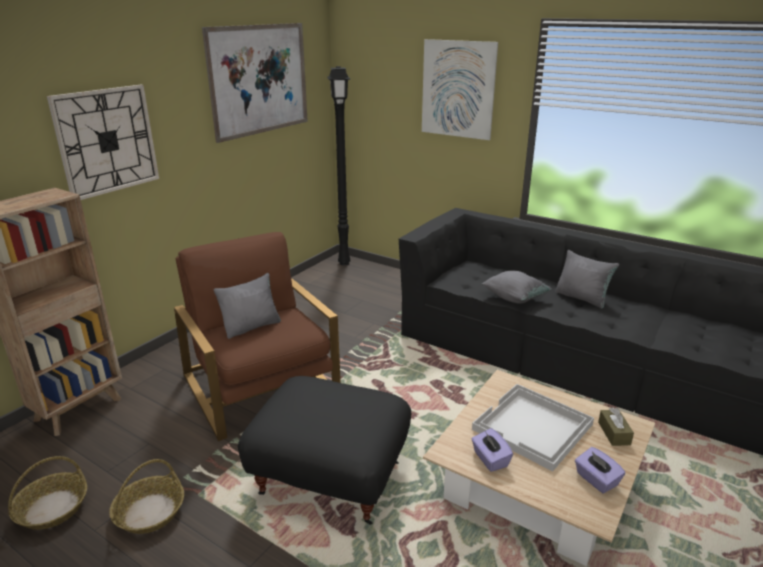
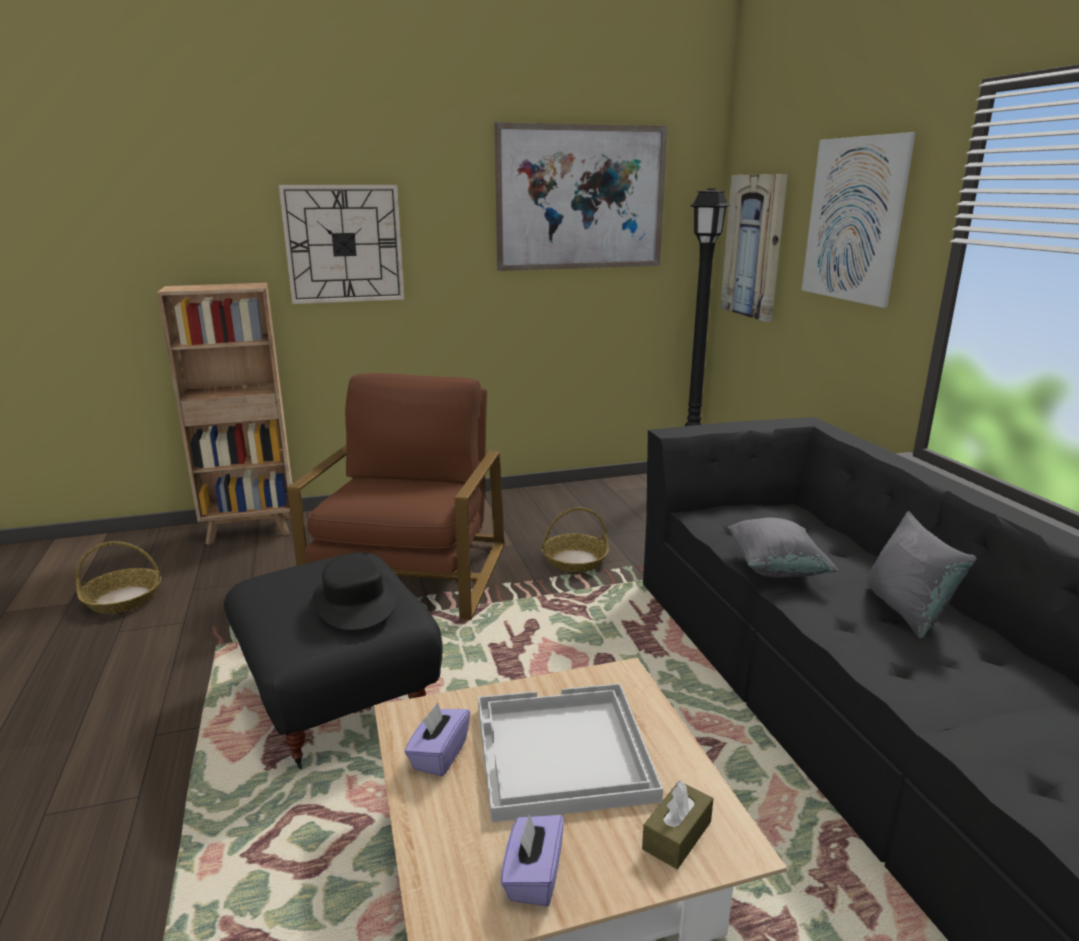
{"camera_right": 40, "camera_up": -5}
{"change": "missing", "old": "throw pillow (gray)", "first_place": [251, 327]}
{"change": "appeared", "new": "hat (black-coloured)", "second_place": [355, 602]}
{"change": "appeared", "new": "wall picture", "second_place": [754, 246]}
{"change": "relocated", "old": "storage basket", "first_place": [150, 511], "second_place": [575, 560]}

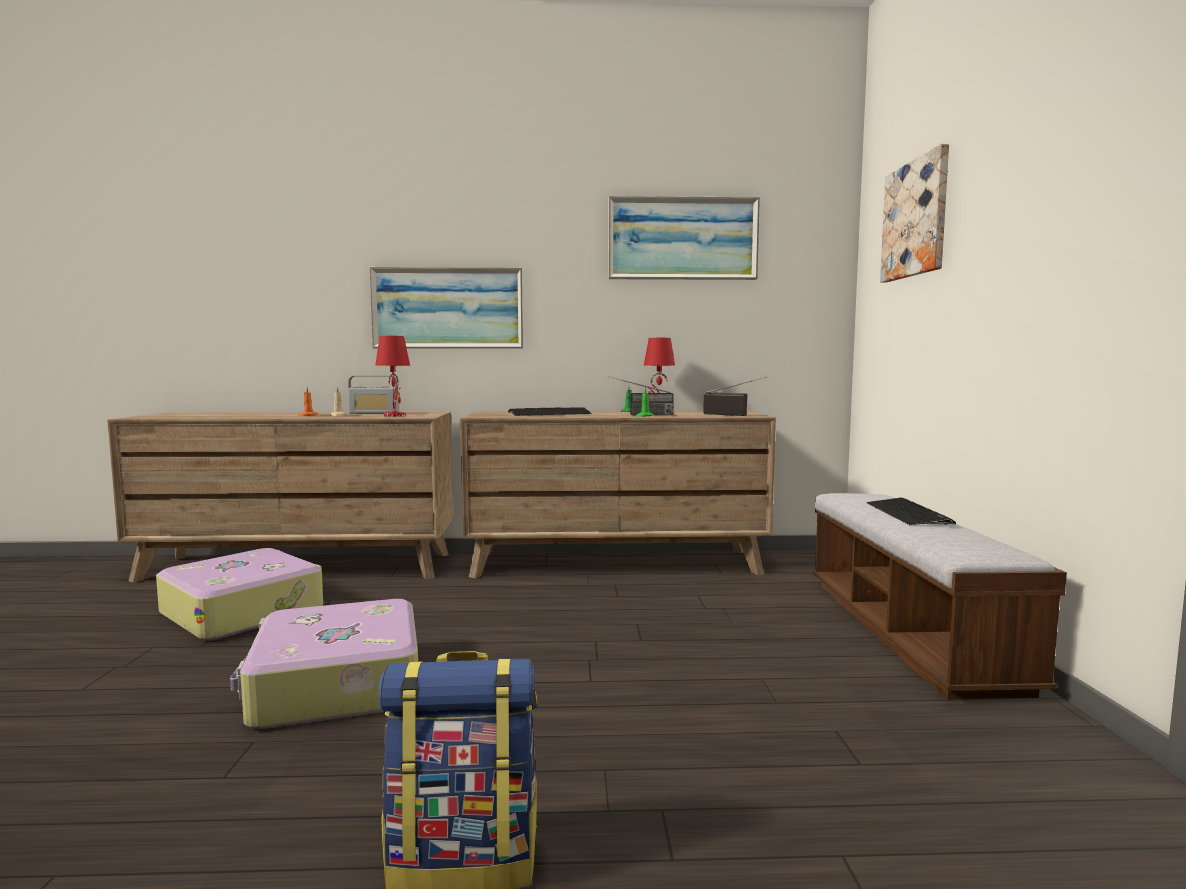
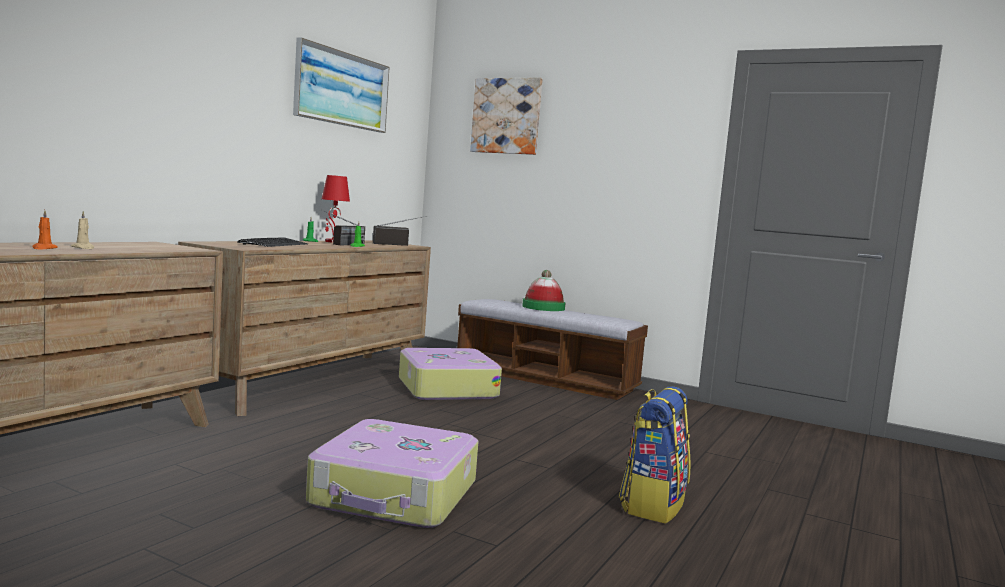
{"camera_right": -60, "camera_up": 0}
{"change": "missing", "old": "radio receiver", "first_place": [374, 413]}
{"change": "missing", "old": "wall picture", "first_place": [448, 308]}
{"change": "missing", "old": "table lamp (red)", "first_place": [394, 415]}
{"change": "relocated", "old": "suitcase", "first_place": [244, 611], "second_place": [446, 388]}
{"change": "exchanged", "old": "PC keyboard", "new": "hat", "first_place": [908, 514], "second_place": [543, 307]}

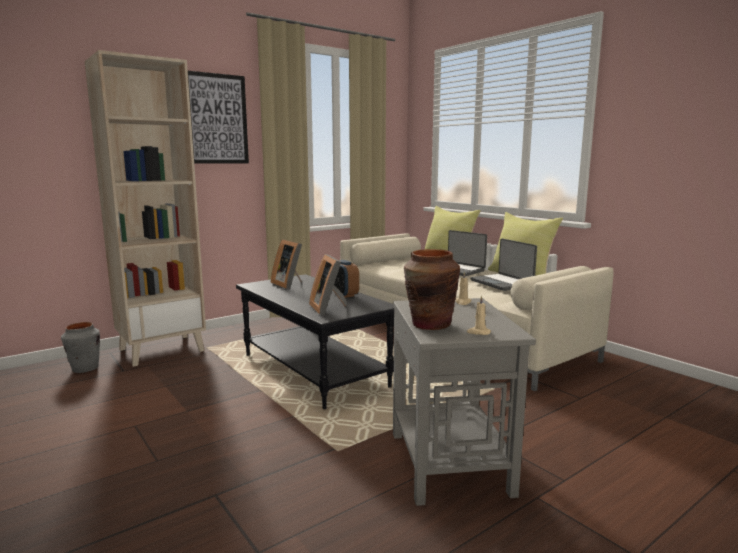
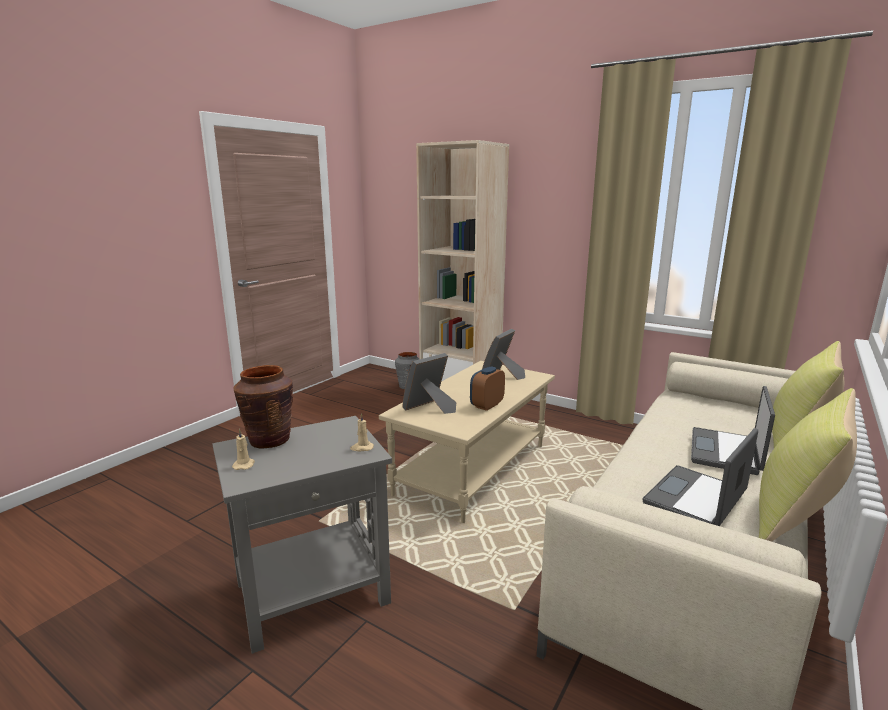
{"camera_right": 70, "camera_up": 5}
{"change": "missing", "old": "wall picture", "first_place": [217, 119]}
{"change": "colour", "old": "lounge table (black-coloured)", "new": "lounge table (sand-coloured)", "first_place": [315, 370], "second_place": [473, 470]}

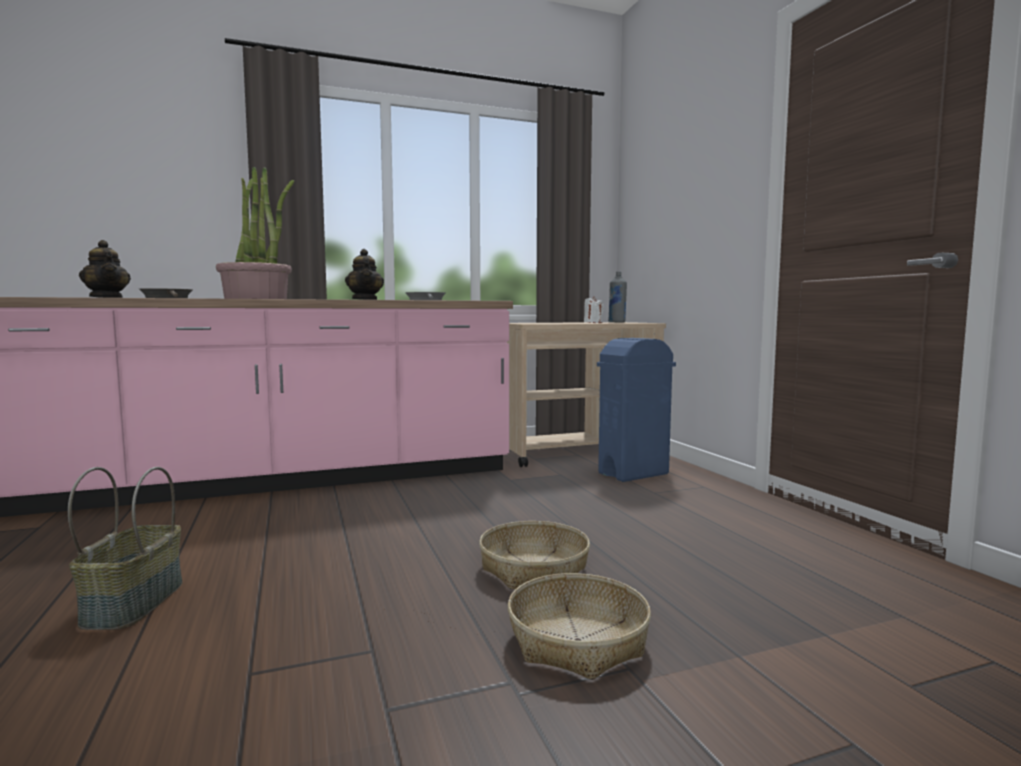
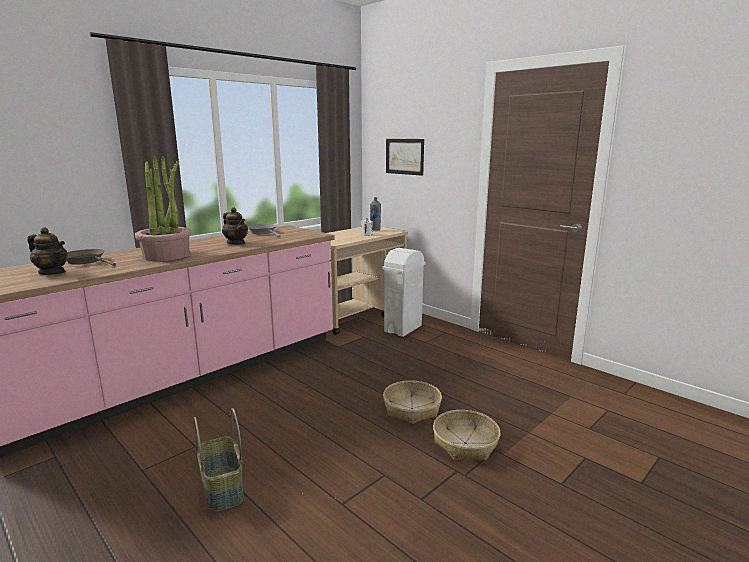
{"camera_right": -25, "camera_up": 10}
{"change": "appeared", "new": "wall picture", "second_place": [404, 156]}
{"change": "colour", "old": "waste bin (blue-coloured)", "new": "waste bin (white)", "first_place": [634, 474], "second_place": [403, 328]}

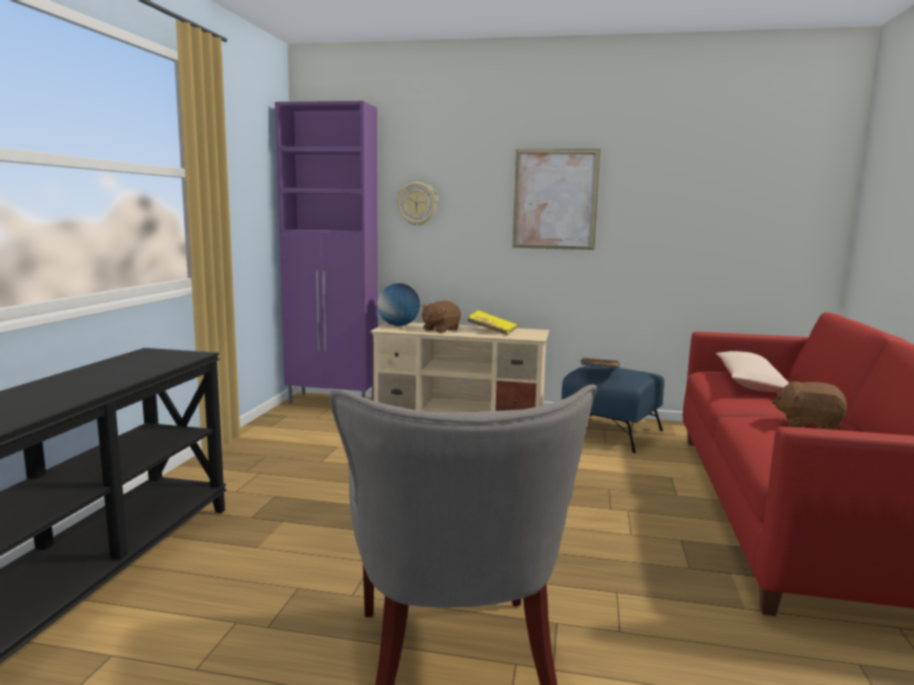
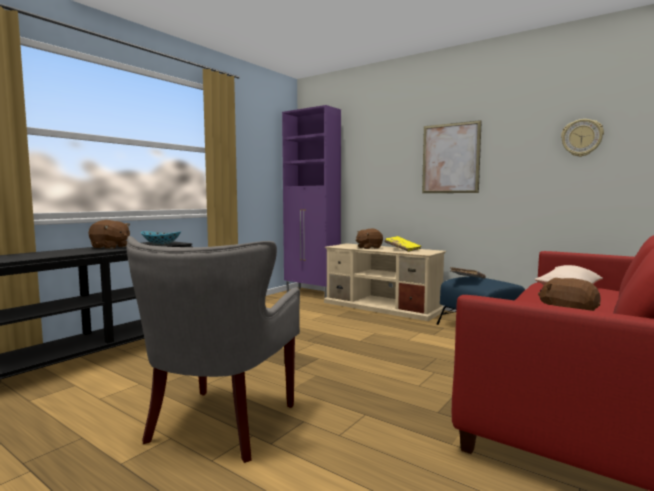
{"camera_right": 25, "camera_up": -5}
{"change": "missing", "old": "desk globe", "first_place": [398, 325]}
{"change": "appeared", "new": "plush toy (brownish)", "second_place": [110, 247]}
{"change": "appeared", "new": "deep dish", "second_place": [161, 244]}
{"change": "relocated", "old": "hanging clock", "first_place": [417, 204], "second_place": [581, 138]}

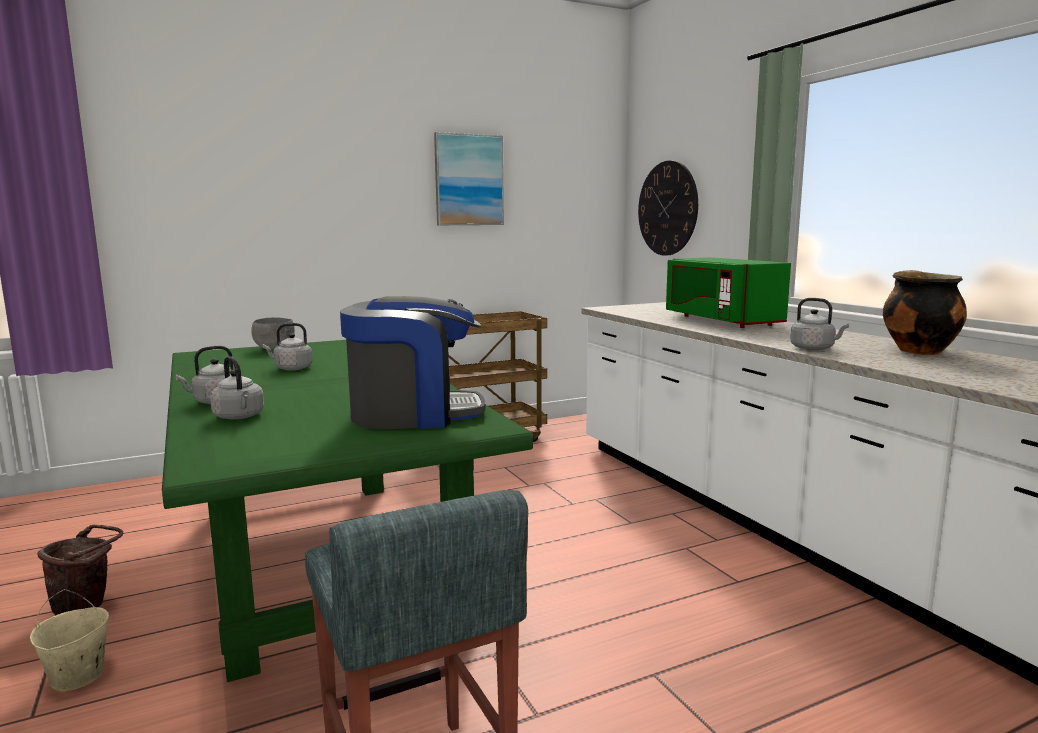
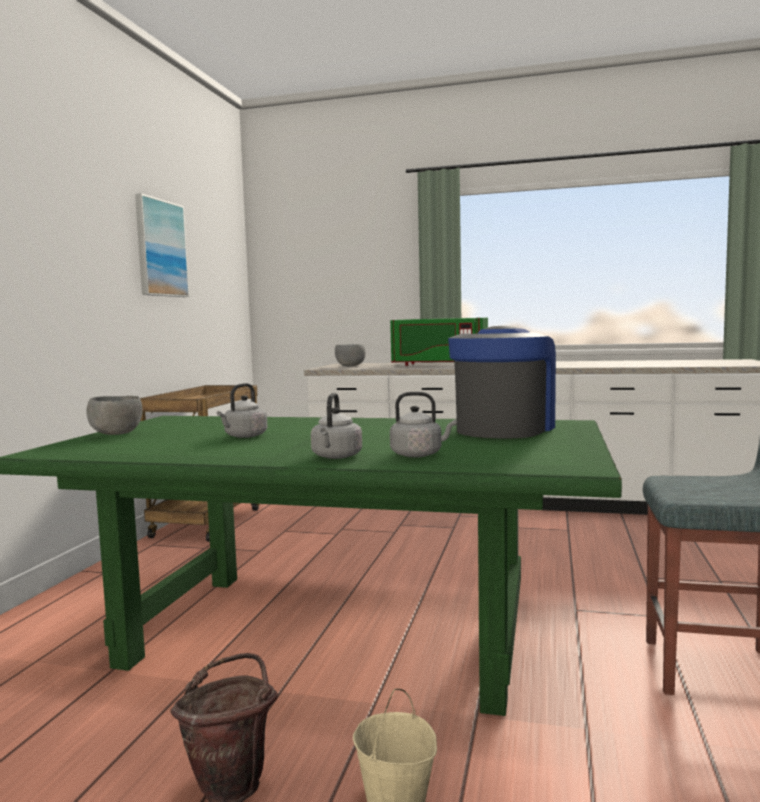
{"camera_right": -50, "camera_up": -5}
{"change": "missing", "old": "hanging clock", "first_place": [667, 208]}
{"change": "missing", "old": "kettle (gray)", "first_place": [814, 349]}
{"change": "missing", "old": "saucepot", "first_place": [917, 351]}
{"change": "appeared", "new": "deep dish (gray)", "second_place": [349, 366]}

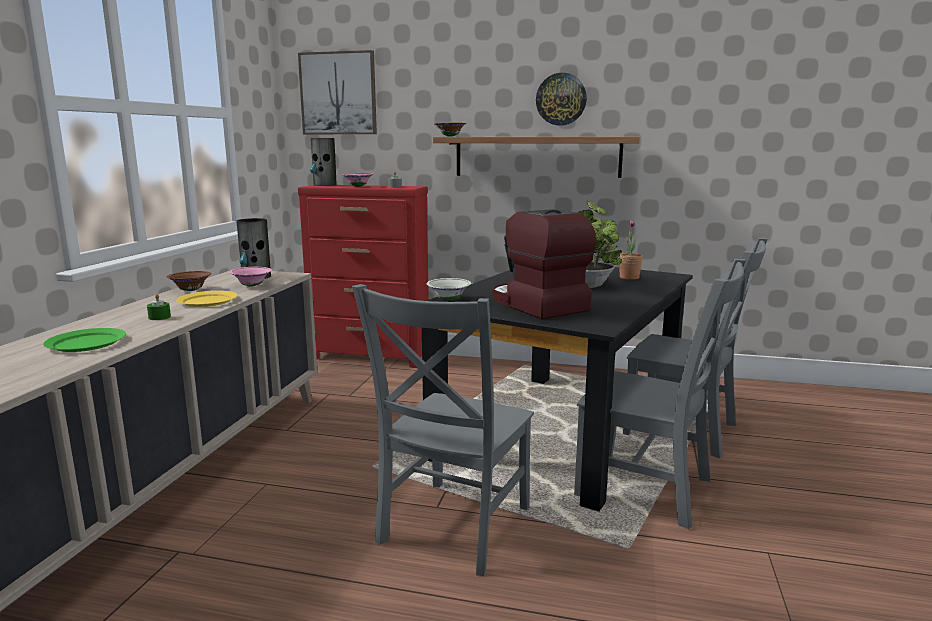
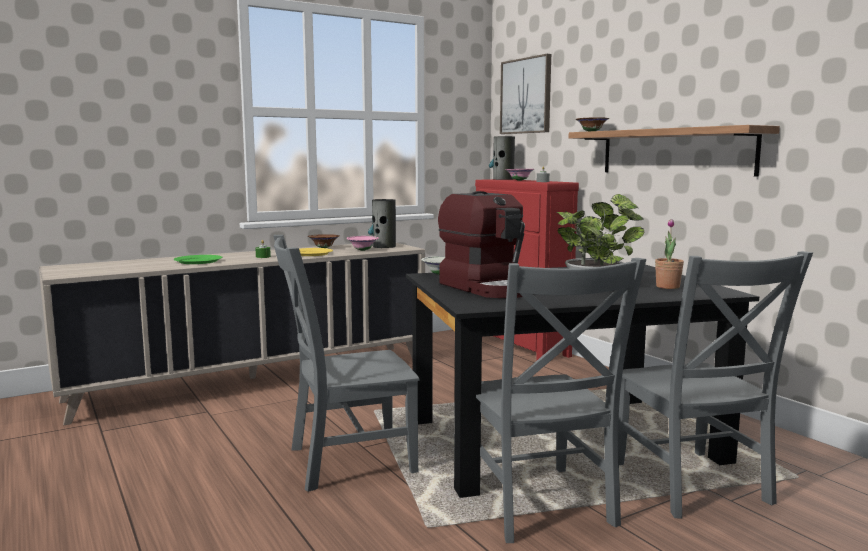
{"camera_right": 45, "camera_up": -5}
{"change": "missing", "old": "hanging clock", "first_place": [561, 99]}
{"change": "spun", "old": "coffee maker", "first_place": [536, 305], "second_place": [488, 288], "degrees": 135}

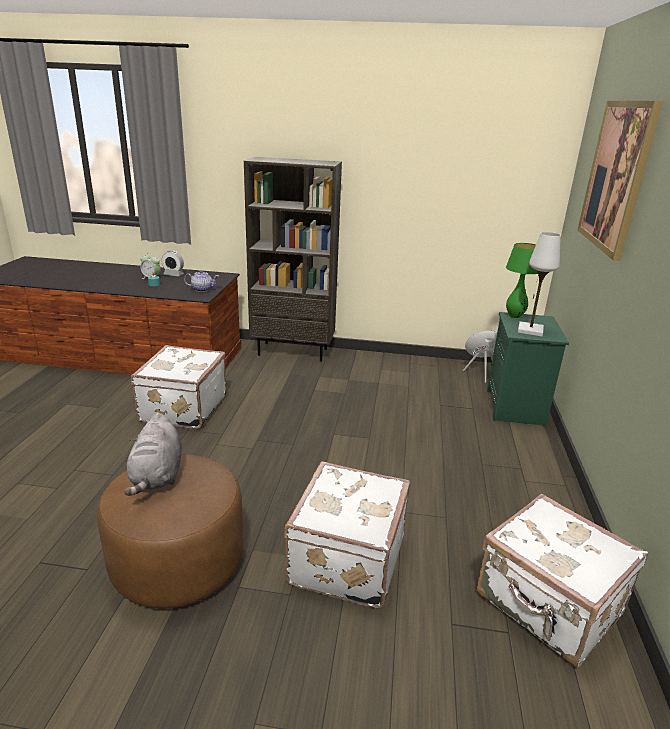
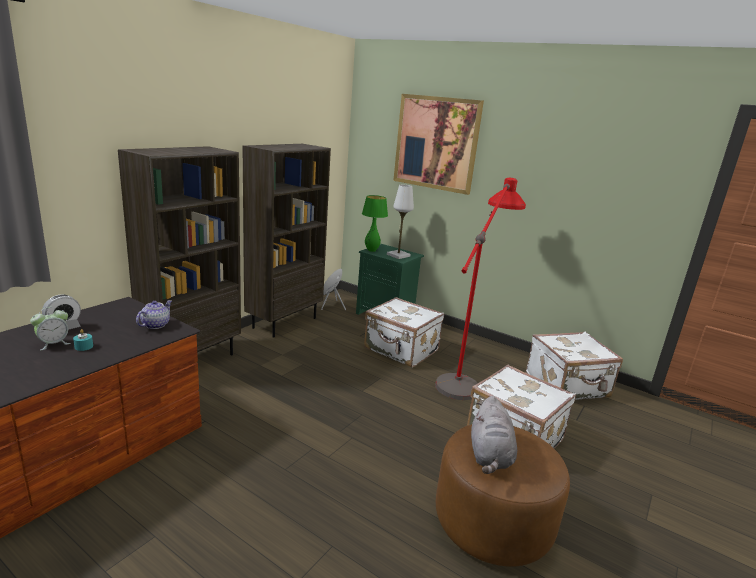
{"camera_right": -65, "camera_up": -5}
{"change": "appeared", "new": "bookshelf (brownish)", "second_place": [284, 322]}
{"change": "appeared", "new": "standing lamp (red)", "second_place": [467, 374]}
{"change": "relocated", "old": "suitcase (white)", "first_place": [182, 408], "second_place": [401, 350]}
{"change": "spun", "old": "plush toy (gray)", "first_place": [157, 476], "second_place": [490, 456], "degrees": 75}

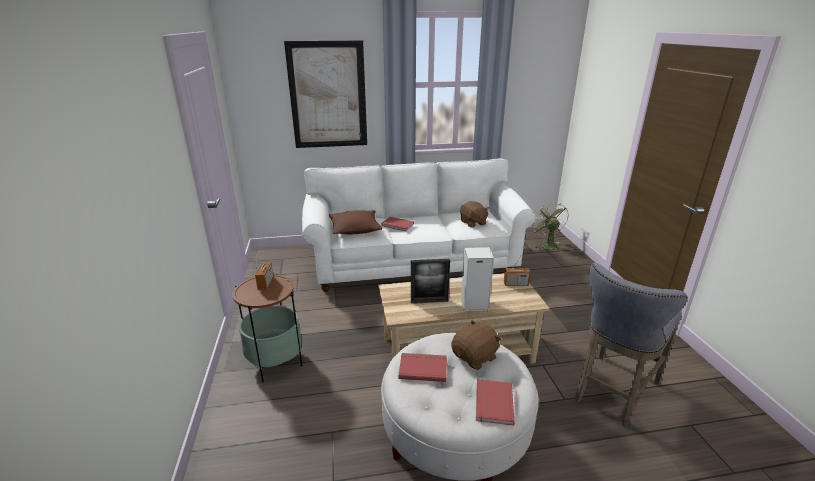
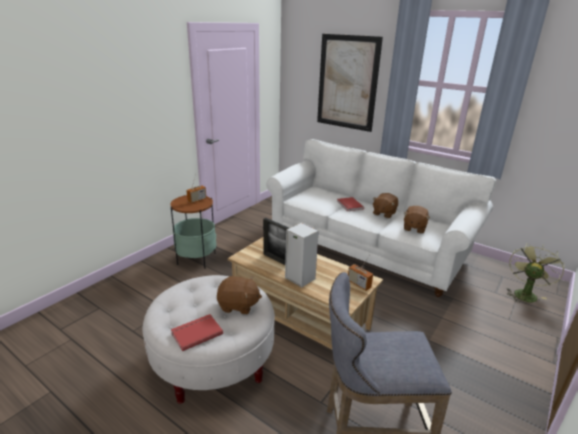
{"camera_right": 45, "camera_up": 0}
{"change": "missing", "old": "throw pillow (brownish)", "first_place": [355, 229]}
{"change": "missing", "old": "volume (red)", "first_place": [422, 367]}
{"change": "appeared", "new": "plush toy (brownish)", "second_place": [384, 213]}

